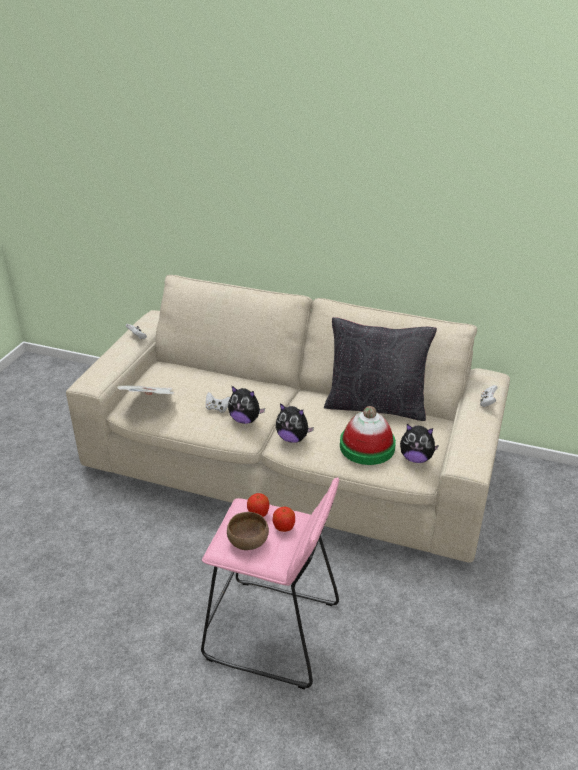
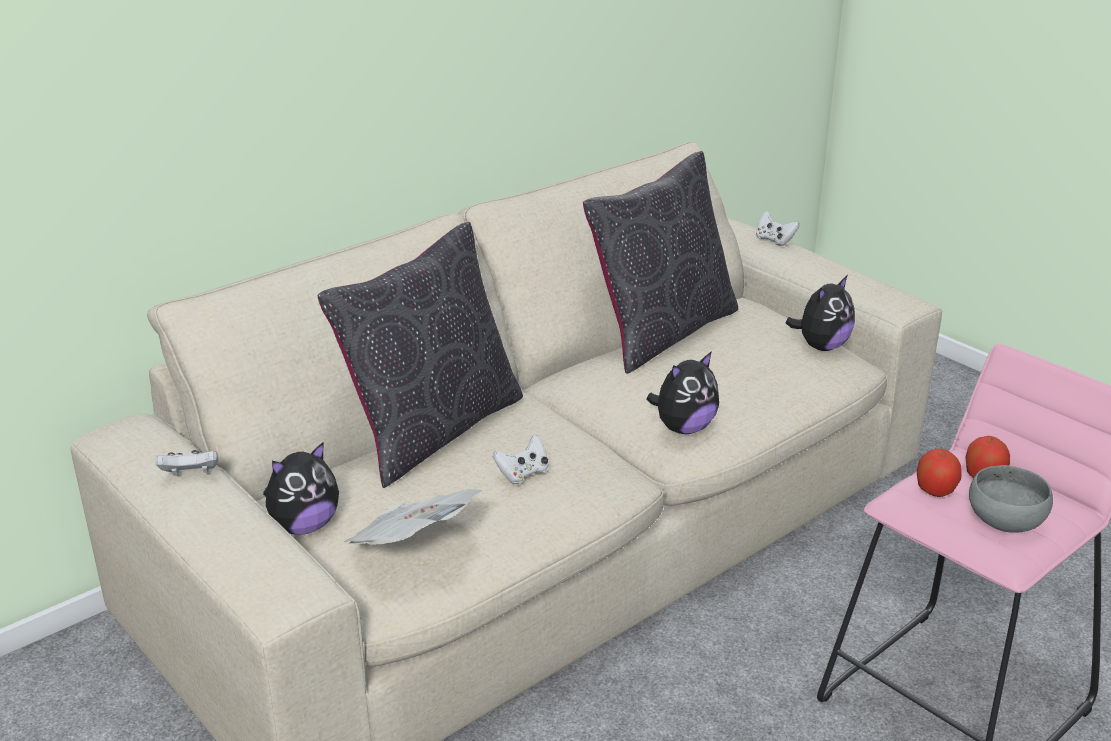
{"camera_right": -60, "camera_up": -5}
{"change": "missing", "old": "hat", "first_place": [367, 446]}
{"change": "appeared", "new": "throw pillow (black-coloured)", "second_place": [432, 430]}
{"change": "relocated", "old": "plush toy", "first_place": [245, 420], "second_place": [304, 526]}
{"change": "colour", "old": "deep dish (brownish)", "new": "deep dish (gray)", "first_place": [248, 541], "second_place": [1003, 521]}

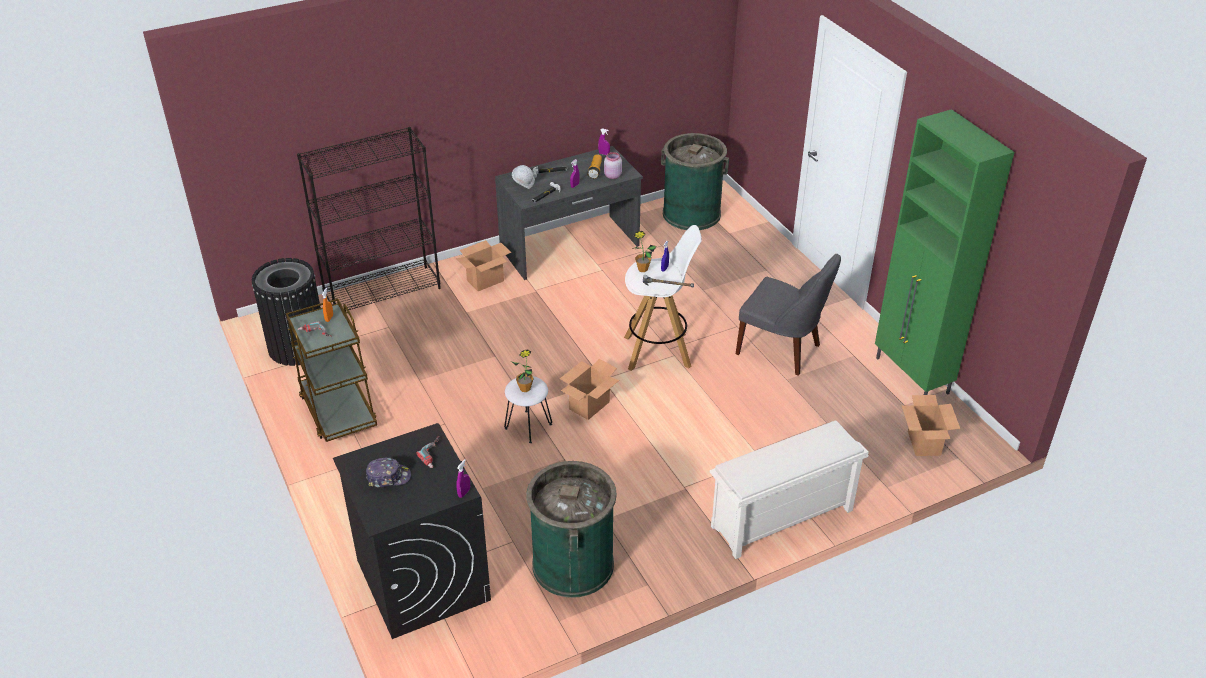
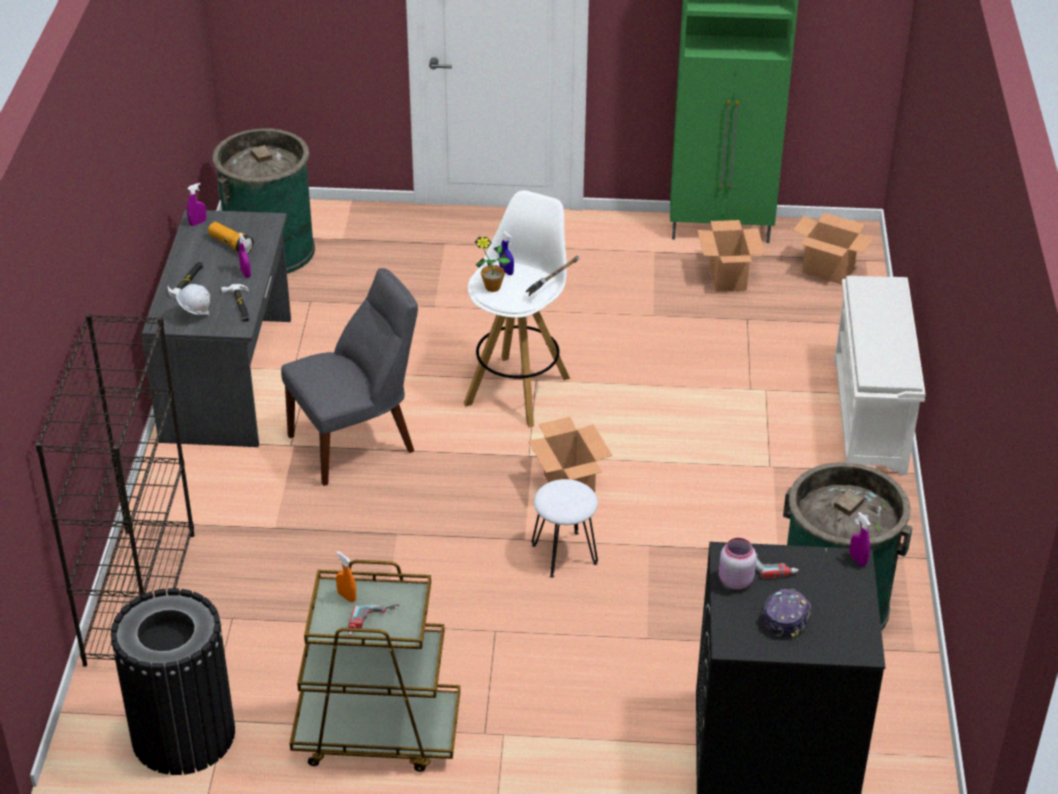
{"camera_right": -60, "camera_up": 0}
{"change": "missing", "old": "potted plant", "first_place": [525, 388]}
{"change": "relocated", "old": "cardboard box", "first_place": [485, 280], "second_place": [727, 278]}
{"change": "relocated", "old": "jar (pink-coloured)", "first_place": [612, 175], "second_place": [734, 580]}
{"change": "relocated", "old": "plain chair (gray)", "first_place": [782, 350], "second_place": [357, 442]}

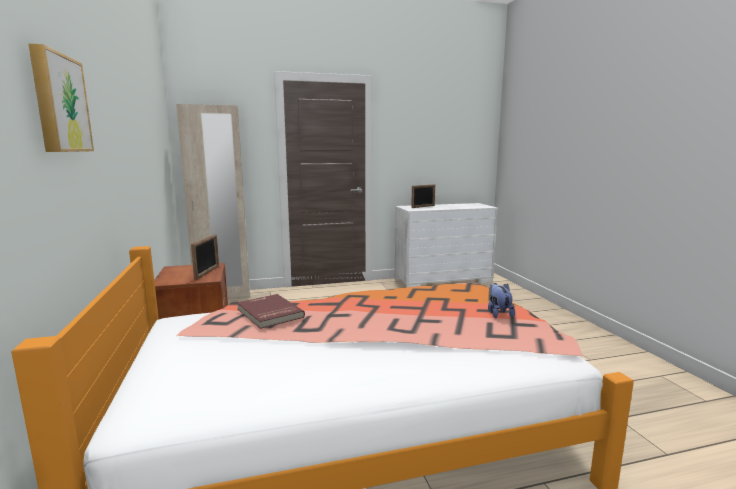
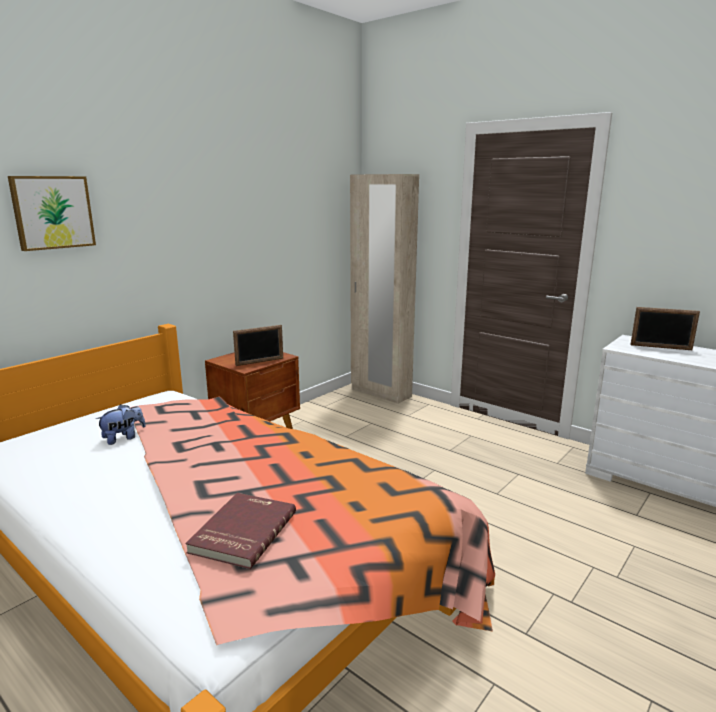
{"camera_right": 55, "camera_up": 5}
{"change": "relocated", "old": "volume (red)", "first_place": [268, 313], "second_place": [242, 532]}
{"change": "relocated", "old": "plush toy", "first_place": [498, 313], "second_place": [123, 438]}

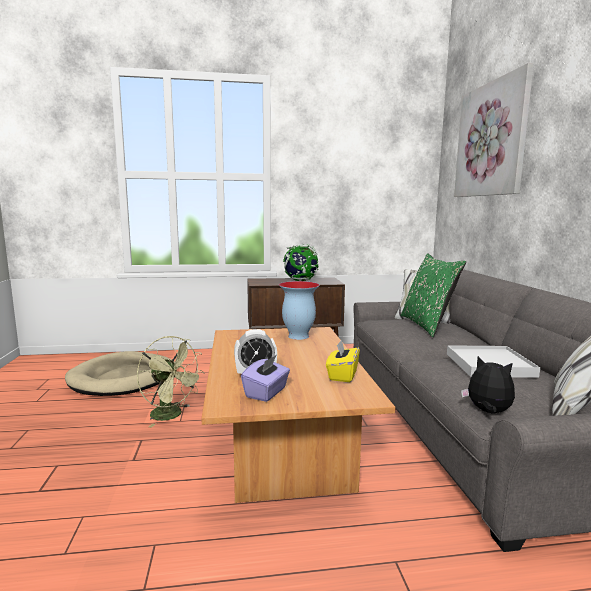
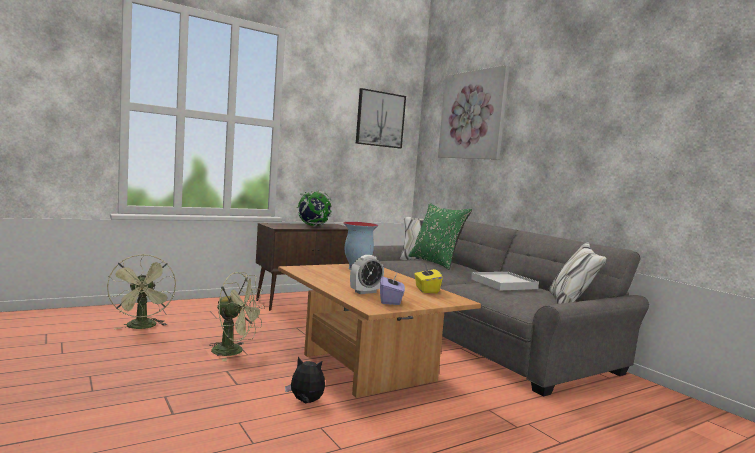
{"camera_right": -25, "camera_up": -5}
{"change": "appeared", "new": "wall picture", "second_place": [380, 119]}
{"change": "relocated", "old": "plush toy", "first_place": [487, 412], "second_place": [305, 402]}
{"change": "exchanged", "old": "dog bed (sand-coloured)", "new": "electric fan (greenish)", "first_place": [124, 378], "second_place": [142, 327]}

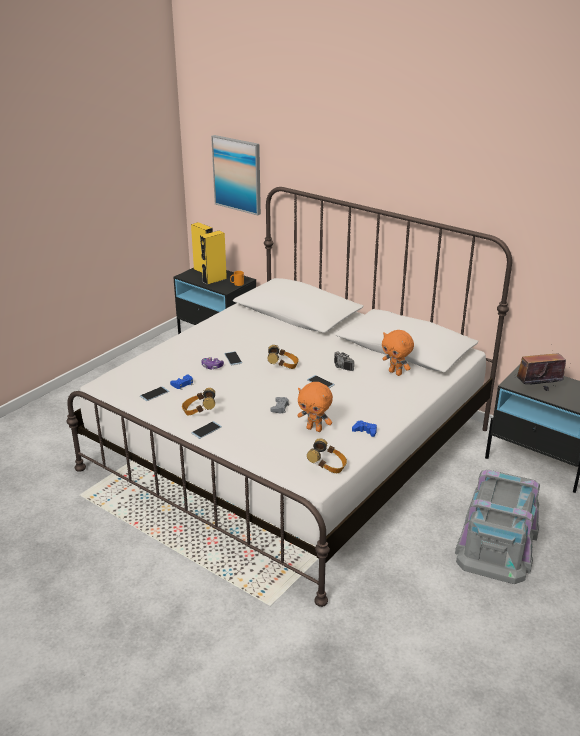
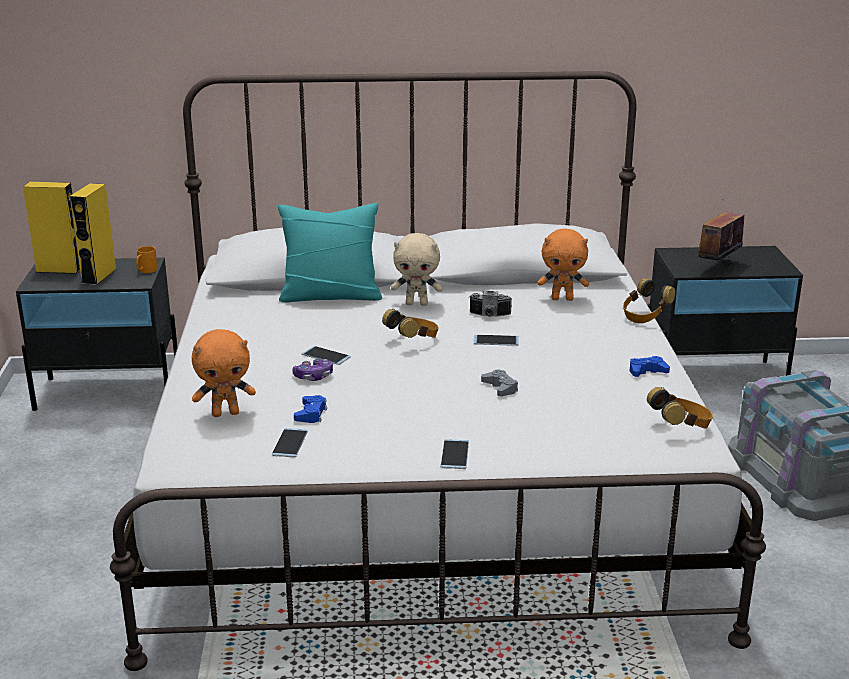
{"camera_right": -40, "camera_up": -5}
{"change": "missing", "old": "wall picture", "first_place": [237, 174]}
{"change": "appeared", "new": "throw pillow (turquoise-coloured)", "second_place": [331, 296]}
{"change": "appeared", "new": "plush toy (sand-coloured)", "second_place": [417, 304]}
{"change": "relocated", "old": "headset", "first_place": [199, 411], "second_place": [645, 316]}
{"change": "relocated", "old": "plush toy (orange-coloured)", "first_place": [314, 429], "second_place": [226, 413]}

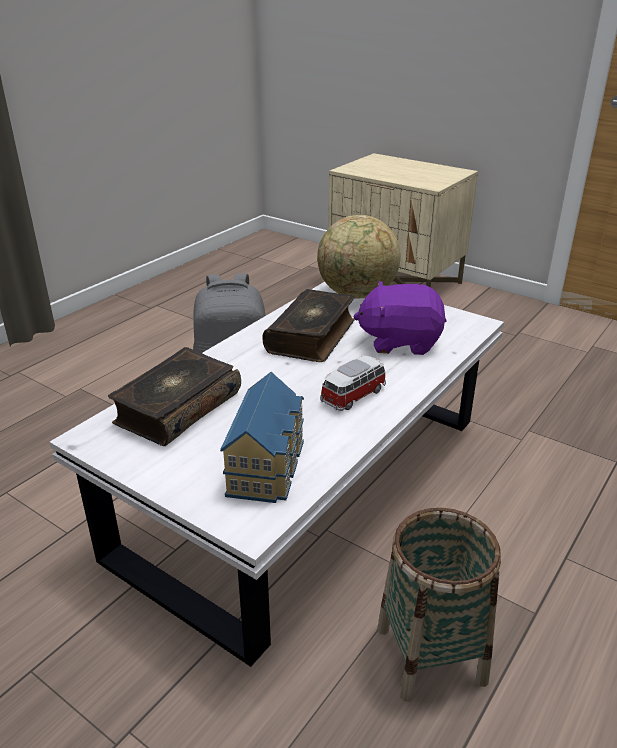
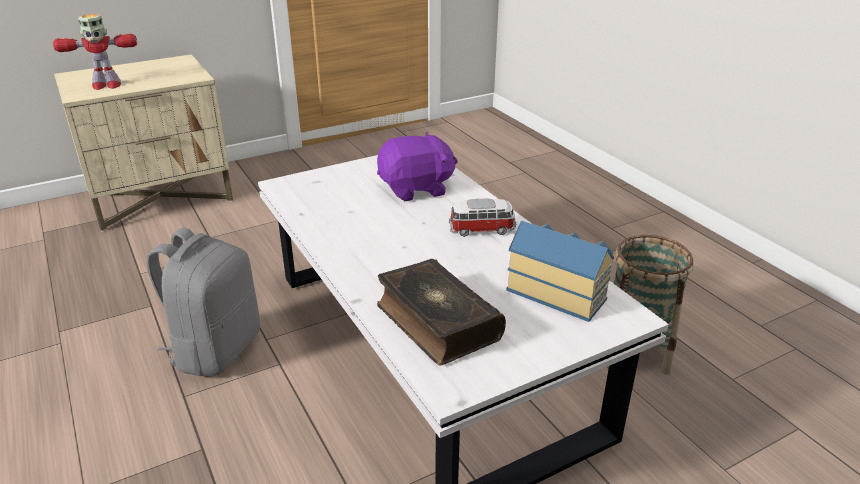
{"camera_right": -65, "camera_up": 0}
{"change": "missing", "old": "volume", "first_place": [312, 336]}
{"change": "missing", "old": "desk globe", "first_place": [357, 295]}
{"change": "appeared", "new": "robot figure", "second_place": [106, 85]}
{"change": "spun", "old": "model car", "first_place": [354, 395], "second_place": [482, 230], "degrees": 105}
{"change": "spun", "old": "plush toy (purple)", "first_place": [400, 341], "second_place": [416, 189], "degrees": -135}

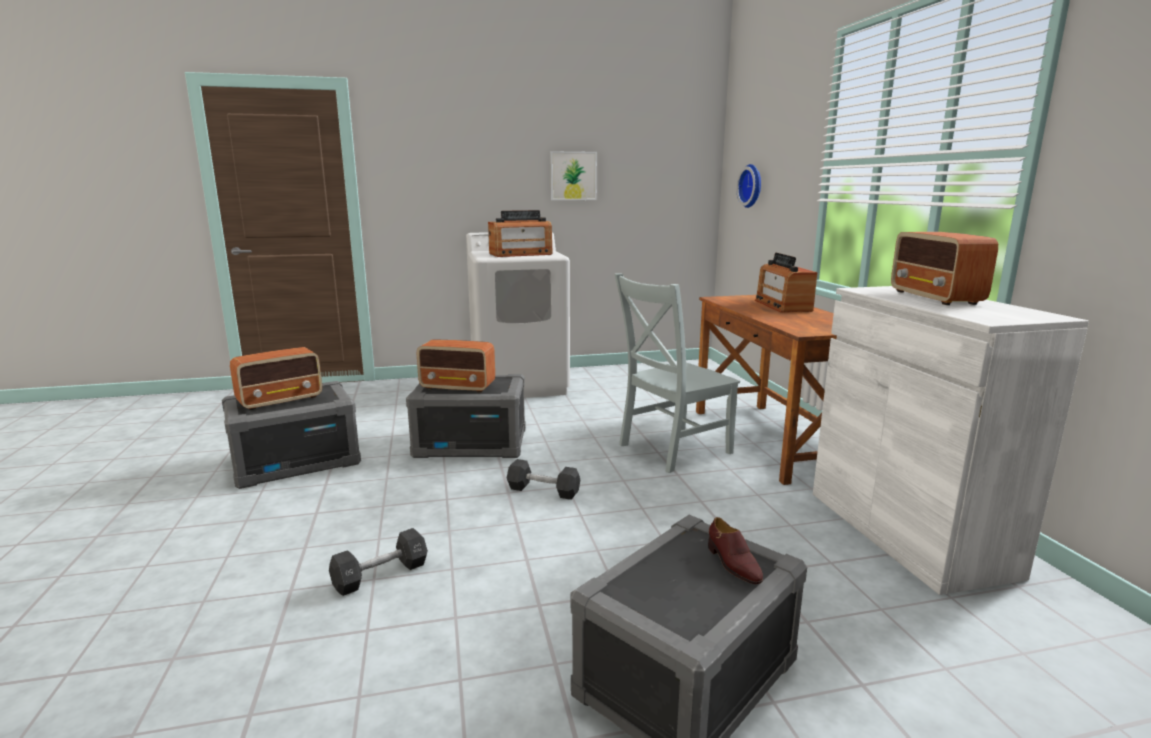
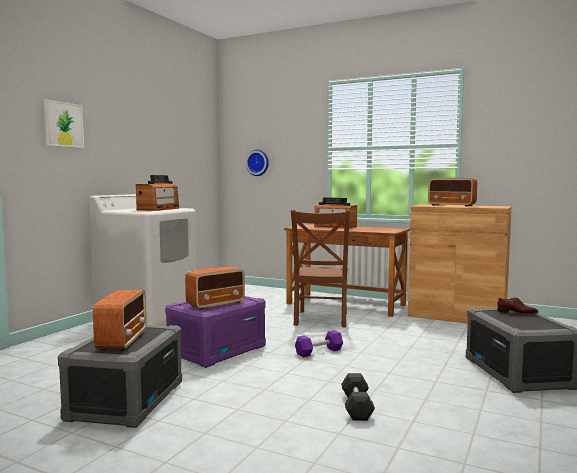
{"camera_right": -50, "camera_up": -10}
{"change": "relocated", "old": "wall picture", "first_place": [573, 176], "second_place": [63, 124]}
{"change": "colour", "old": "storage container (gray)", "new": "storage container (purple)", "first_place": [471, 443], "second_place": [217, 350]}
{"change": "colour", "old": "free weight (black-coloured)", "new": "free weight (purple)", "first_place": [543, 491], "second_place": [319, 352]}
{"change": "colour", "old": "plain chair (gray)", "new": "plain chair (brownish)", "first_place": [671, 450], "second_place": [321, 320]}
{"change": "colour", "old": "cabinet (white)", "new": "cabinet (brownish)", "first_place": [907, 532], "second_place": [457, 316]}

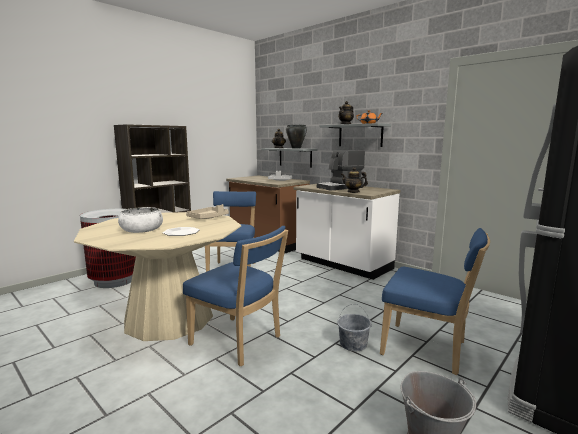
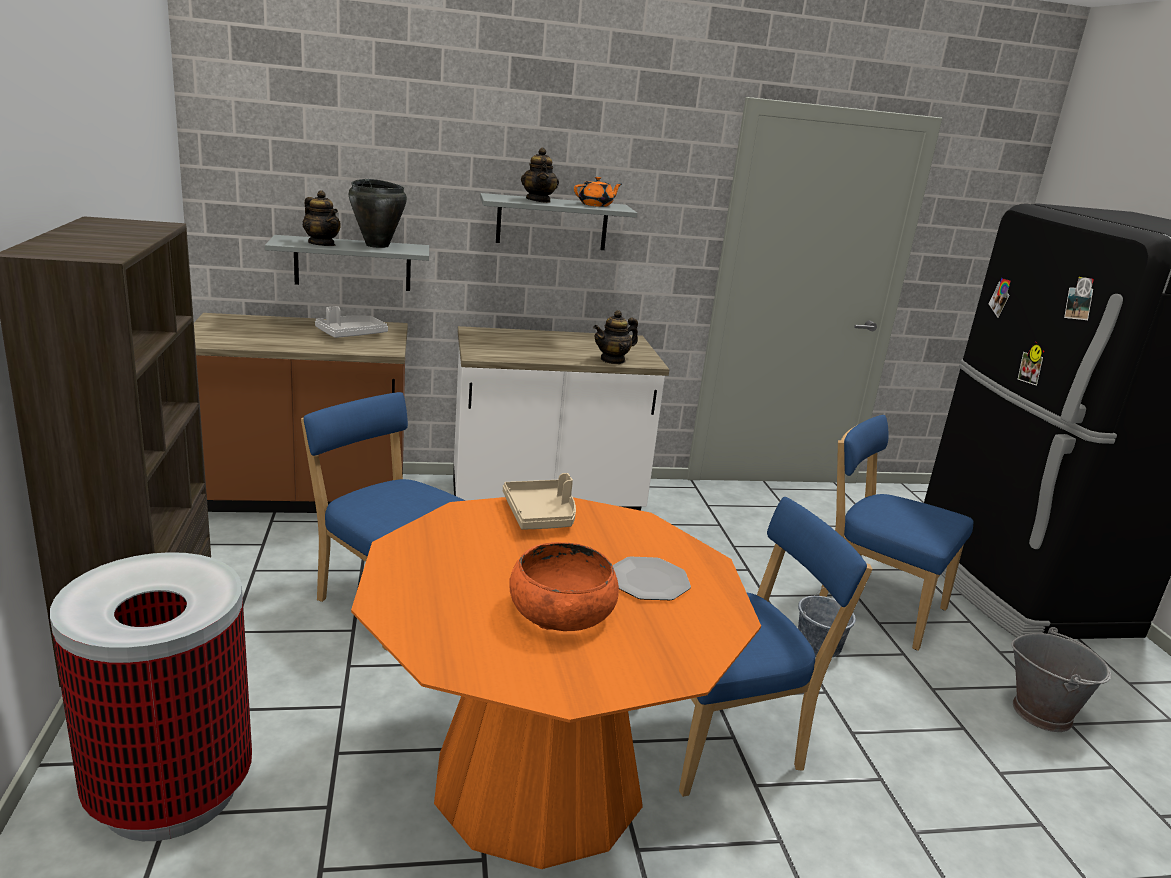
{"camera_right": -55, "camera_up": 10}
{"change": "missing", "old": "coffee maker", "first_place": [340, 187]}
{"change": "colour", "old": "dining table (sand-coloured)", "new": "dining table (orange-coloured)", "first_place": [169, 318], "second_place": [538, 780]}
{"change": "colour", "old": "deep dish (white)", "new": "deep dish (orange-coloured)", "first_place": [141, 230], "second_place": [561, 611]}
{"change": "spun", "old": "plain chair (blue-coloured)", "first_place": [428, 349], "second_place": [874, 605], "degrees": -120}

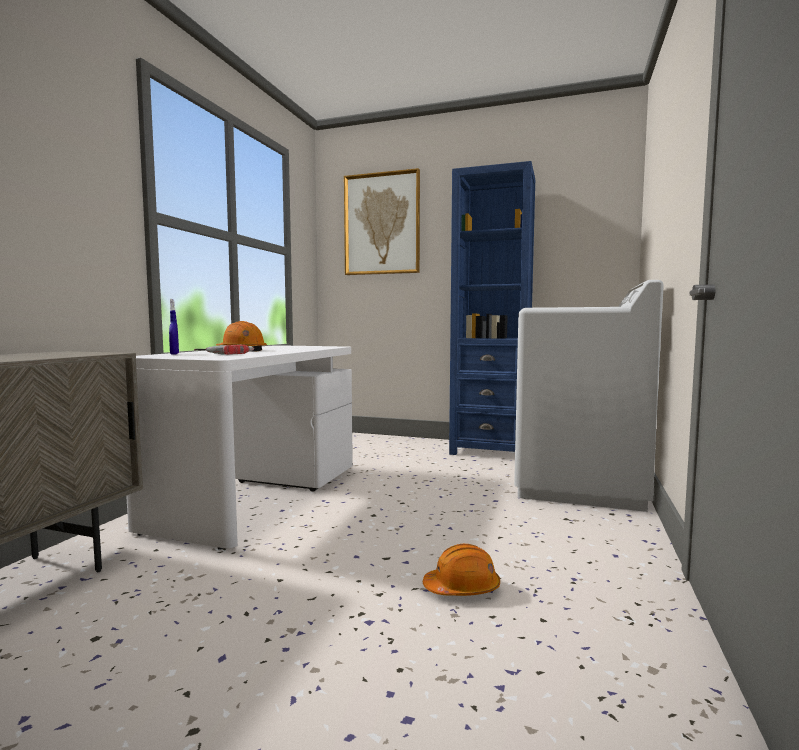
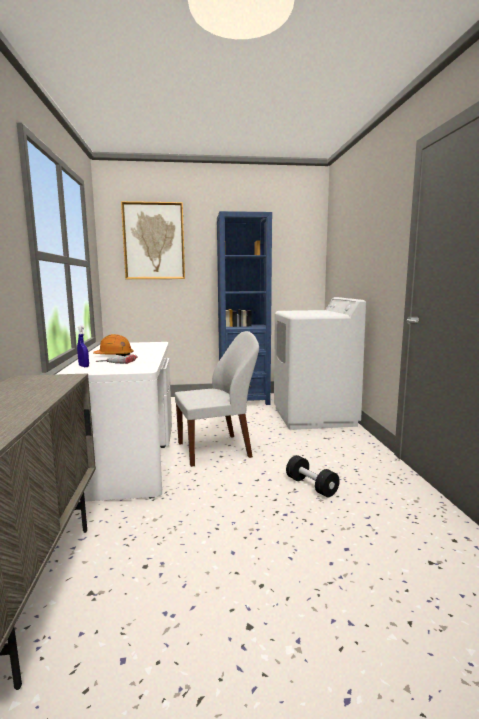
{"camera_right": -25, "camera_up": 5}
{"change": "appeared", "new": "plain chair (white)", "second_place": [216, 450]}
{"change": "exchanged", "old": "hard hat (orange-coloured)", "new": "free weight (black-coloured)", "first_place": [462, 588], "second_place": [311, 486]}

